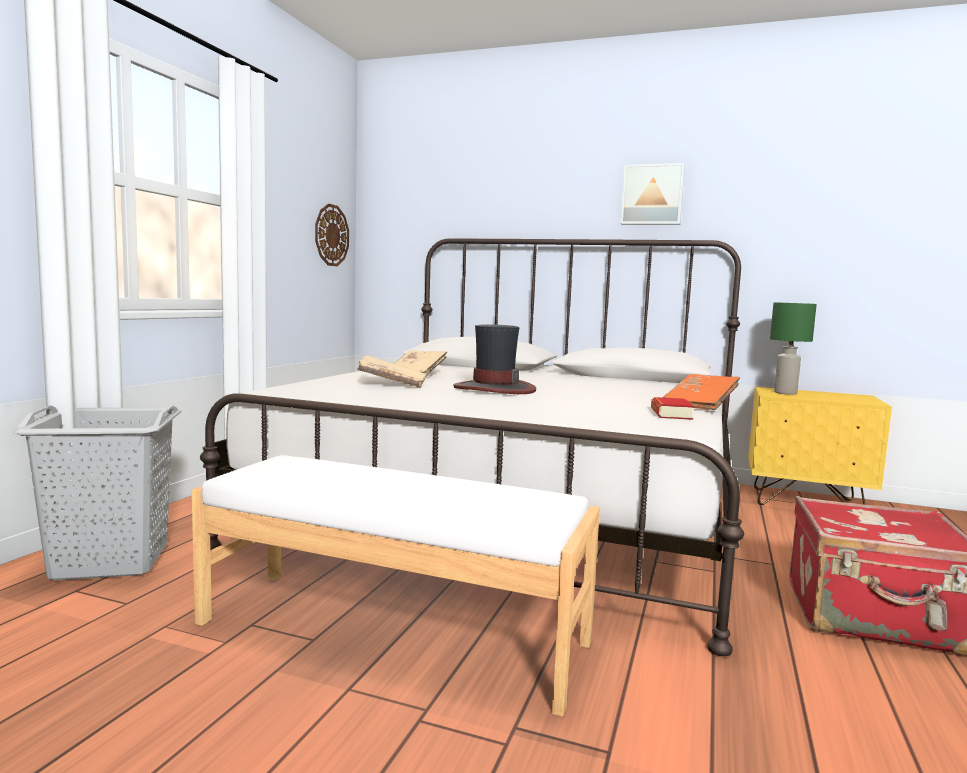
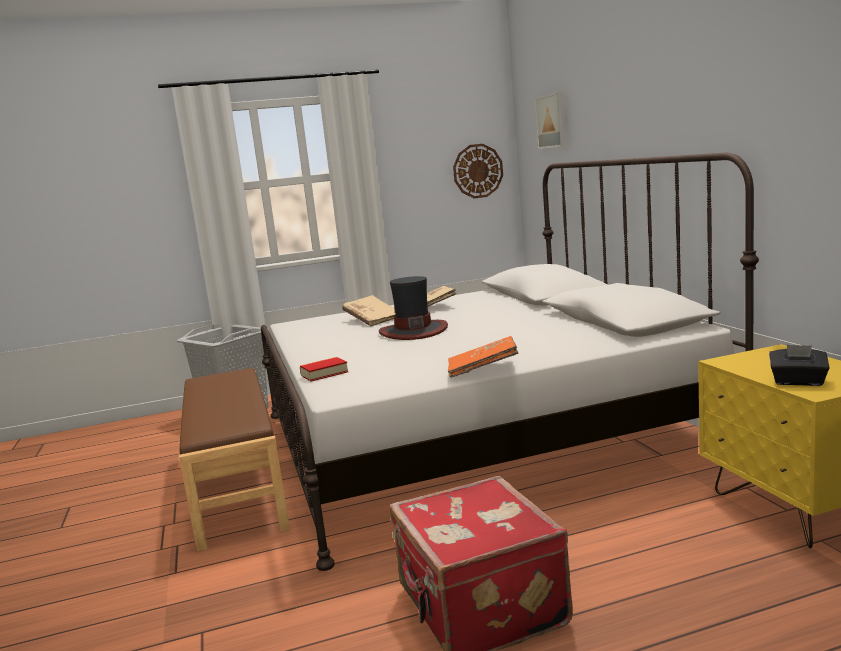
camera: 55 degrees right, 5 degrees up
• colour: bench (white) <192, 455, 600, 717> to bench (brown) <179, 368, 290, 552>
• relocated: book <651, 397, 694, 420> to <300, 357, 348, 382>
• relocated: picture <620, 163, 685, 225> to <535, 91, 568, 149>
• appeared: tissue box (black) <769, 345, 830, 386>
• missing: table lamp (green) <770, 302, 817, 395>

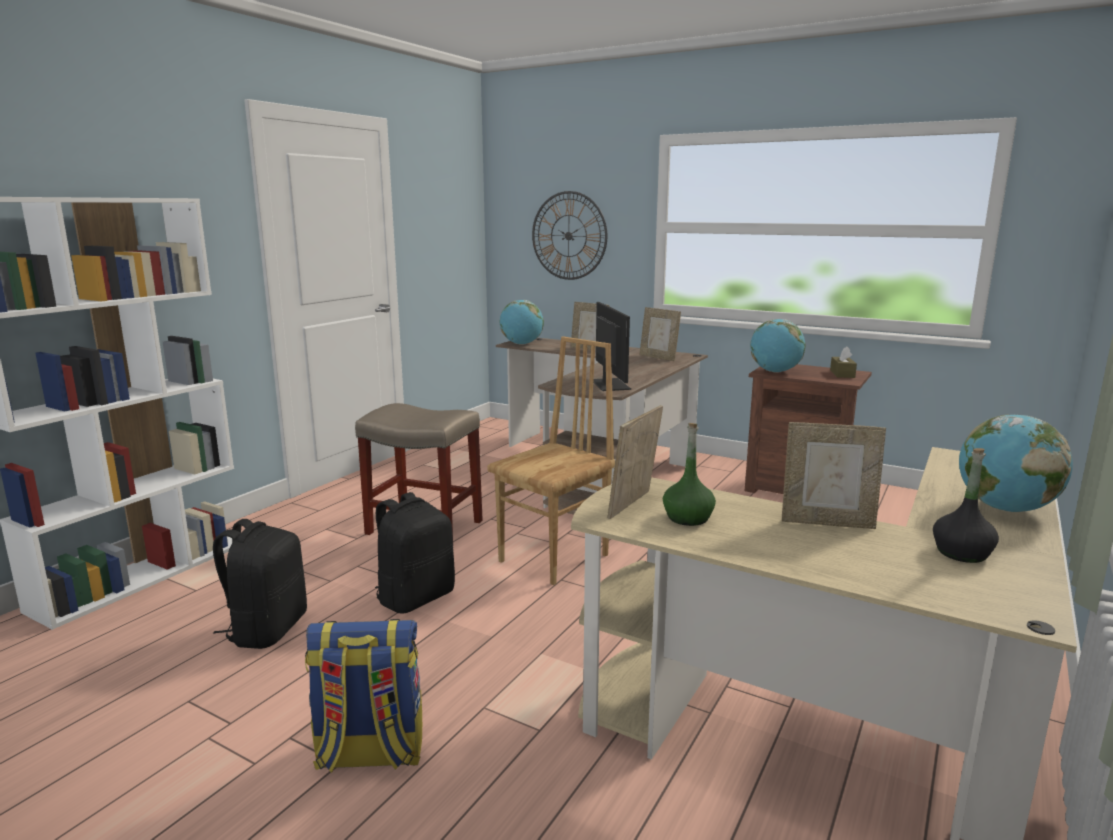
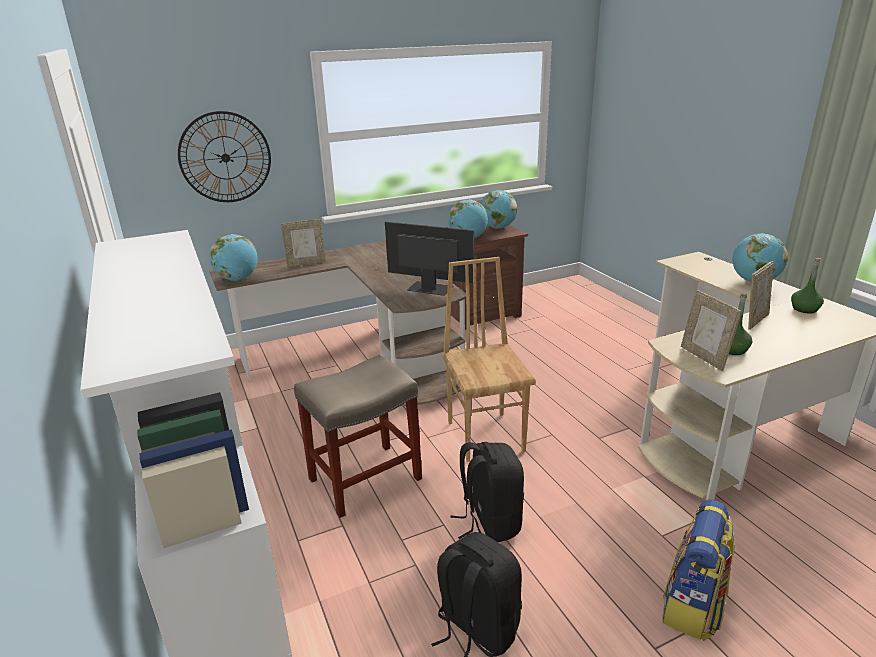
camera: 55 degrees left, 10 degrees up
• exchanged: tissue box (brown) <830, 347, 857, 378> to globe <481, 190, 517, 229>
• colour: bottle (black) <933, 448, 999, 563> to bottle (green) <791, 258, 824, 313>
• missing: picture frame <640, 307, 681, 361>

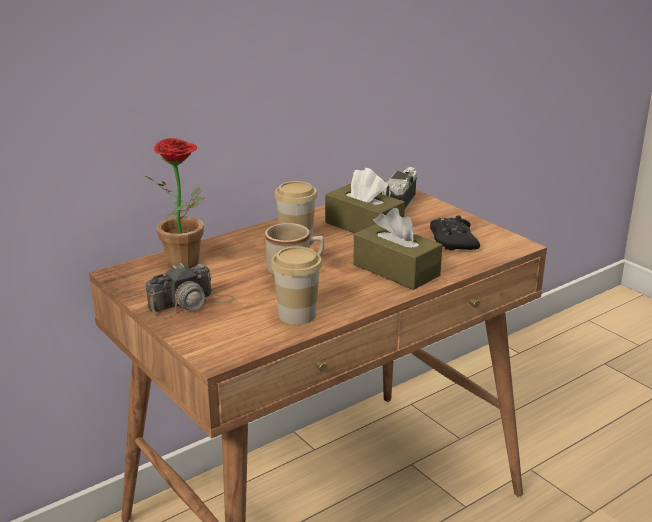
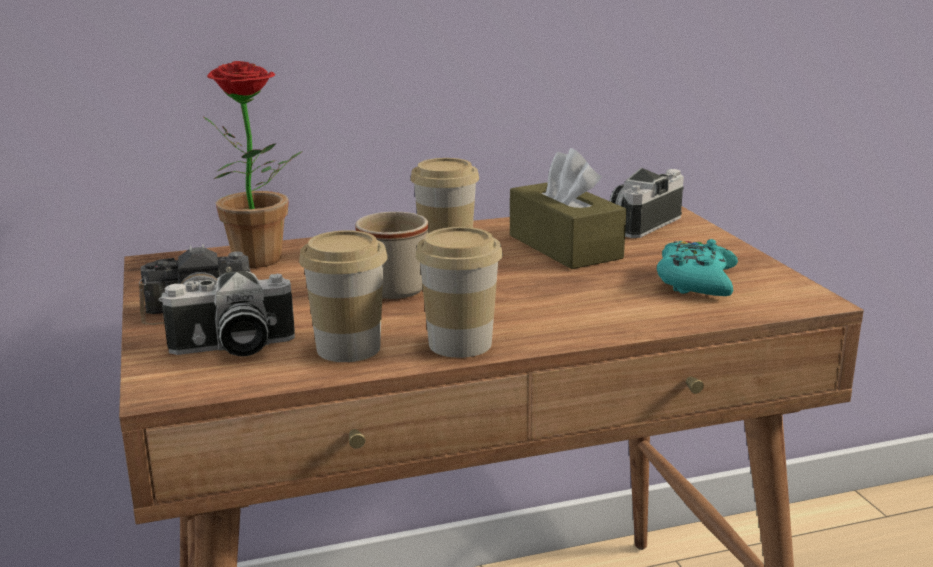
camera: 20 degrees right, 5 degrees down
• appeared: photo camera <159, 270, 295, 356>
• appeared: cup <415, 227, 503, 358>
• colour: game controller (black) <430, 215, 480, 251> to game controller (turquoise) <657, 239, 738, 296>
• missing: tissue box (brown) <353, 208, 442, 290>

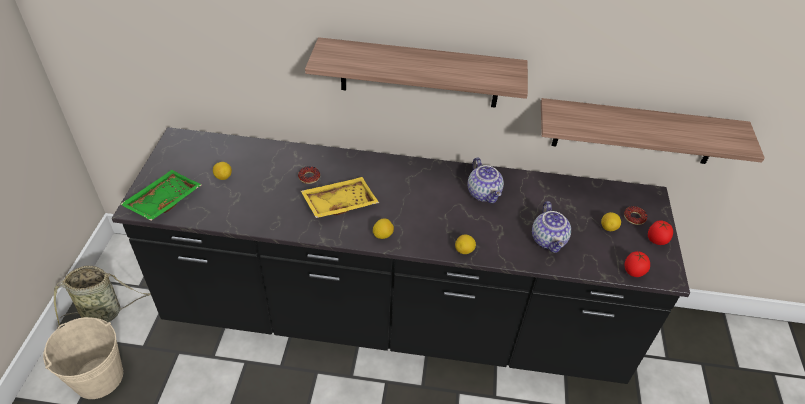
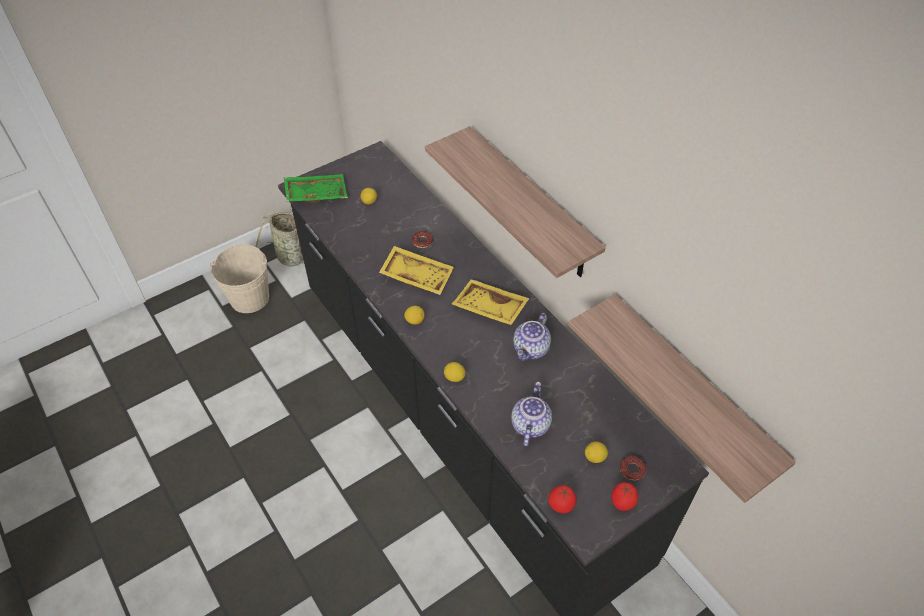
camera: 50 degrees right, 5 degrees up
• appeared: tray (yellow) <452, 279, 530, 325>
• spun: teapot <532, 201, 571, 253> = <511, 382, 552, 446> 150 degrees clockwise

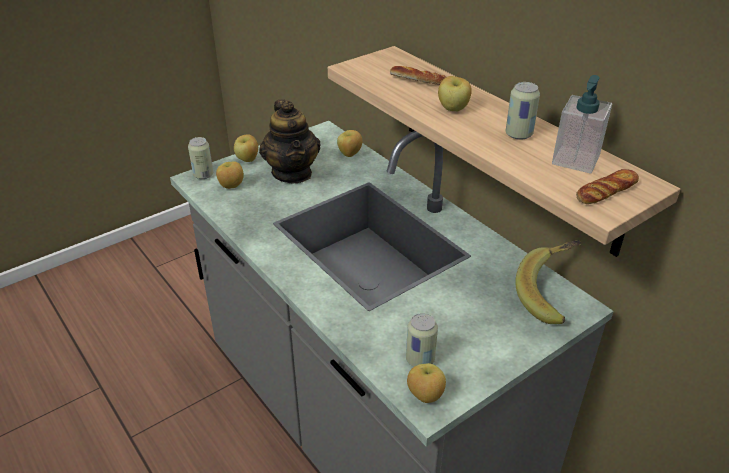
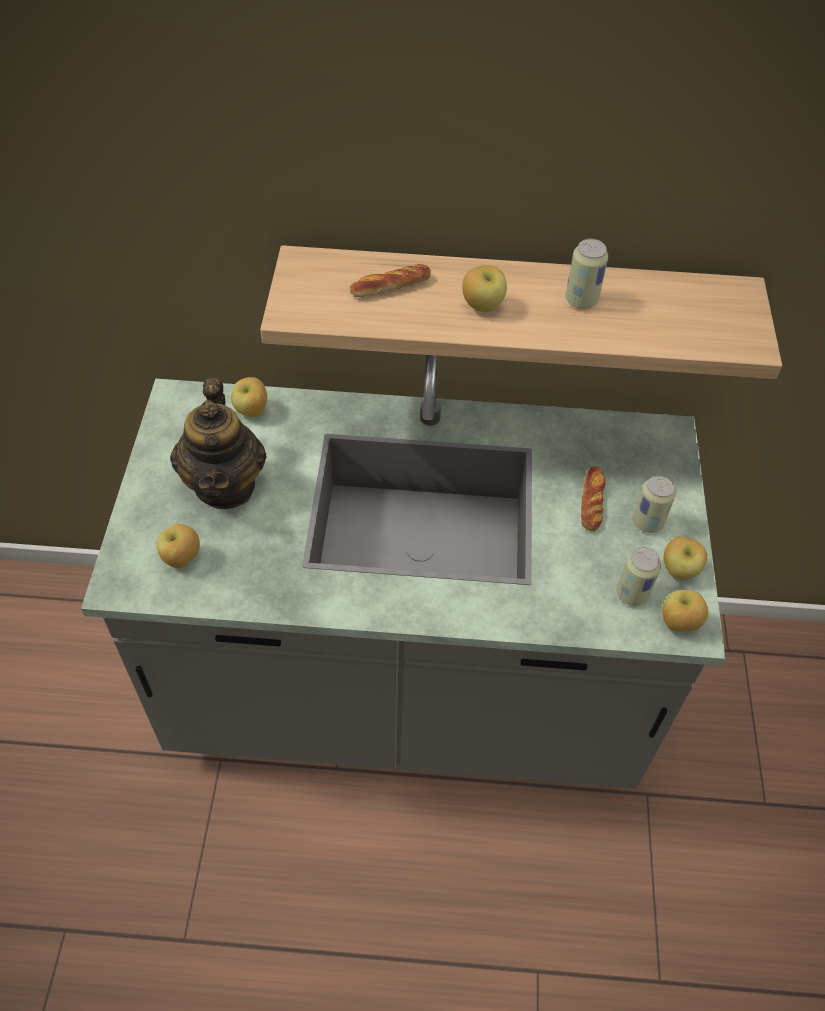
camera: 50 degrees left, 15 degrees up
• spun: teapot <259, 99, 321, 183> = <170, 378, 266, 509> 60 degrees clockwise
• relocated: bread <576, 169, 639, 204> to <581, 467, 606, 531>
• relocated: can <188, 137, 213, 179> to <632, 476, 676, 533>
• relocated: apple <234, 134, 258, 162> to <663, 537, 707, 580>
• missing: banana <515, 240, 581, 324>
• missing: soap dispenser <552, 75, 612, 174>

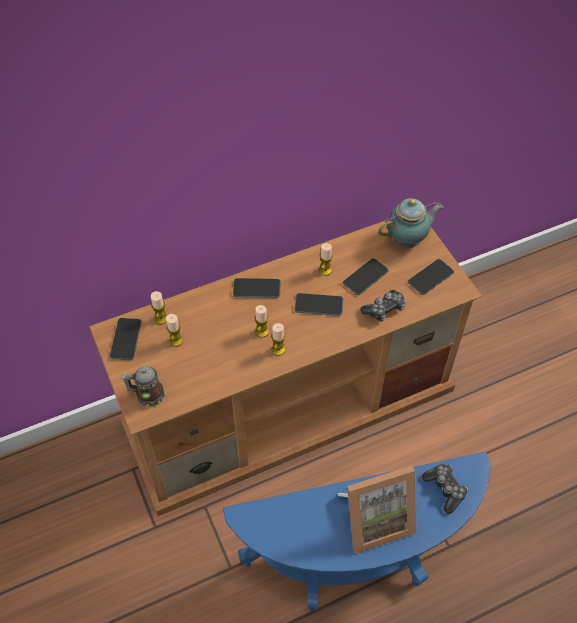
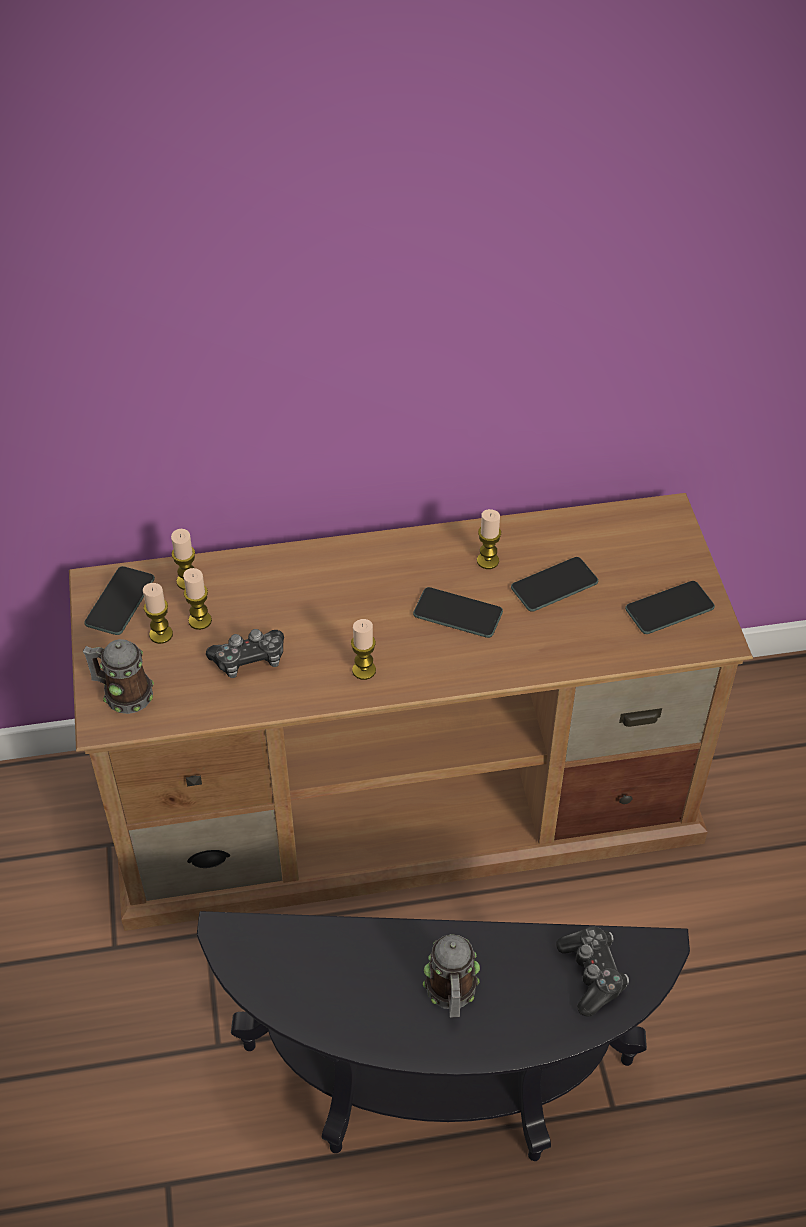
camera: 15 degrees right, 5 degrees down
• relocated: candle <254, 305, 269, 338> to <143, 583, 173, 644>
• colour: side table (blue) <223, 452, 491, 611> to side table (black) <197, 911, 690, 1161>
• relocated: game controller <360, 290, 405, 322> to <206, 629, 284, 678>
• exchanged: picture frame <338, 465, 416, 554> to mug <423, 934, 480, 1018>
• missing: phone <233, 278, 281, 298>
• missing: teapot <378, 198, 444, 248>

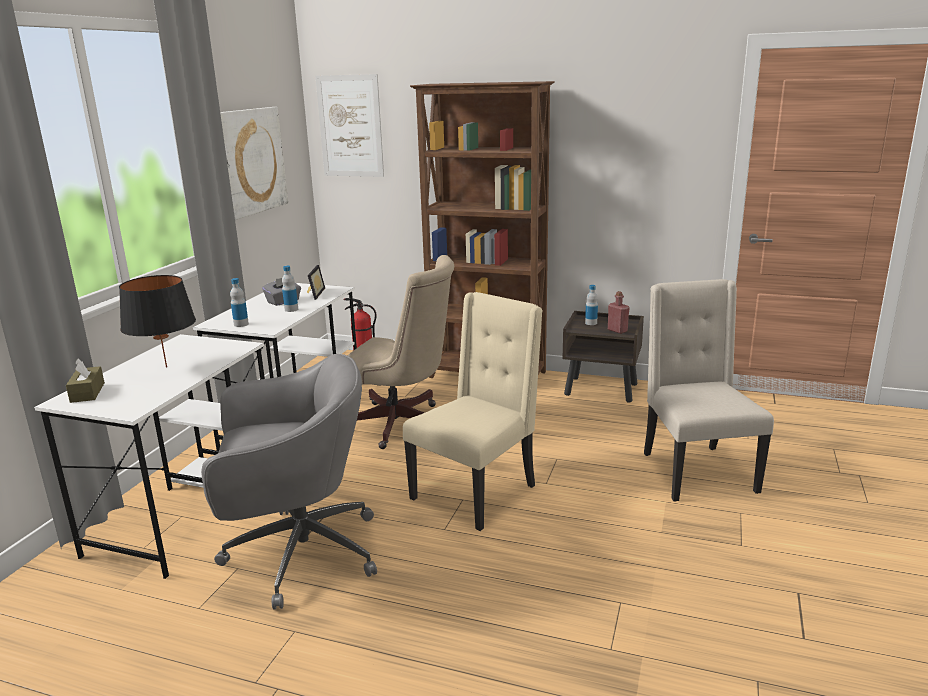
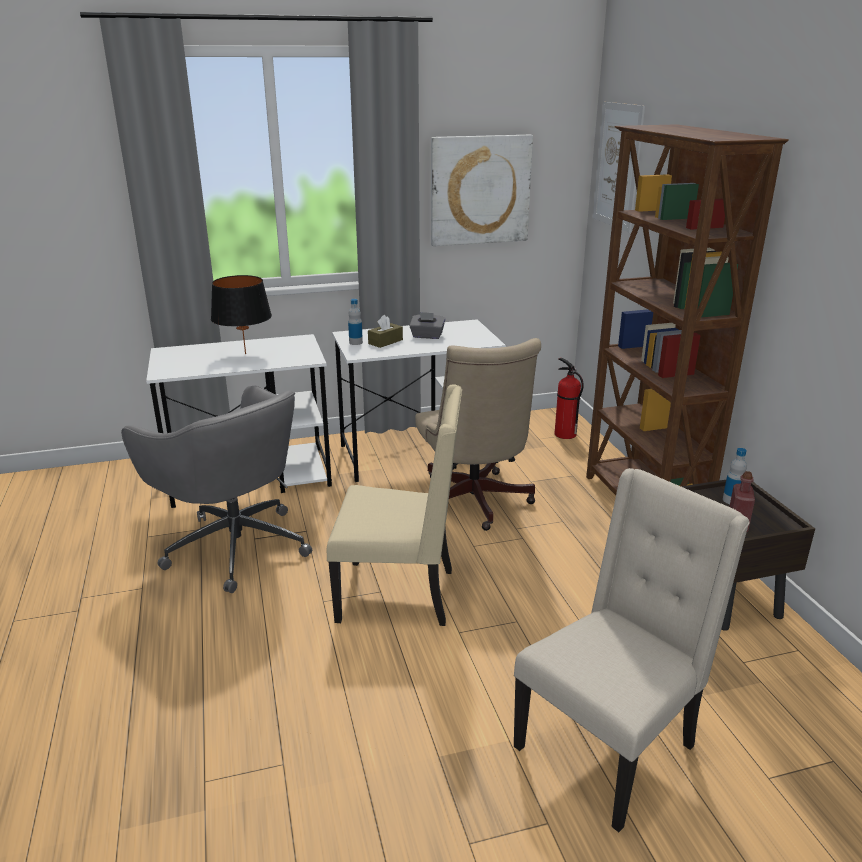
camera: 55 degrees right, 5 degrees up
• relocated: tissue box (brown) <66, 359, 105, 403> to <368, 315, 403, 348>
• missing: bottle <282, 266, 298, 312>
• missing: picture frame <307, 265, 325, 300>

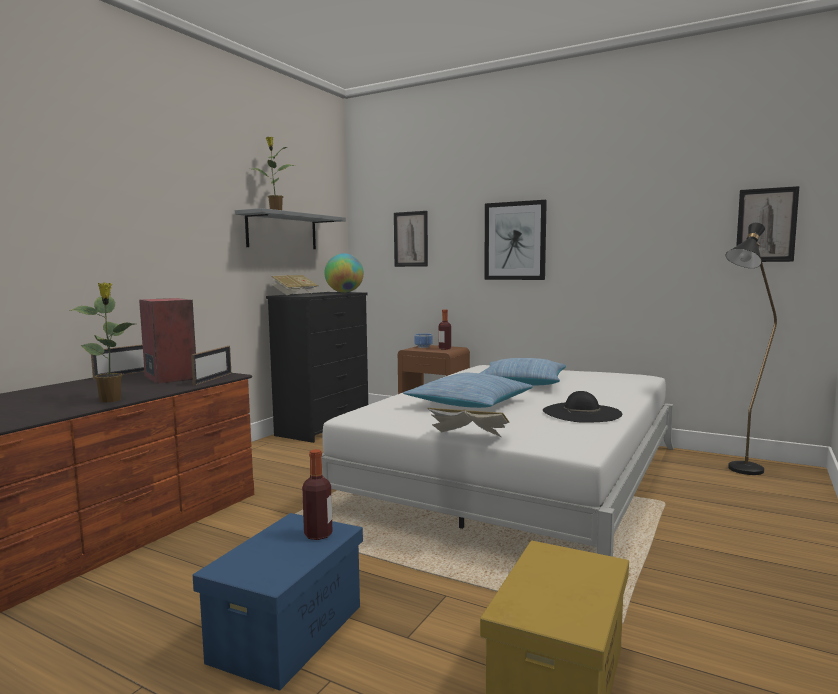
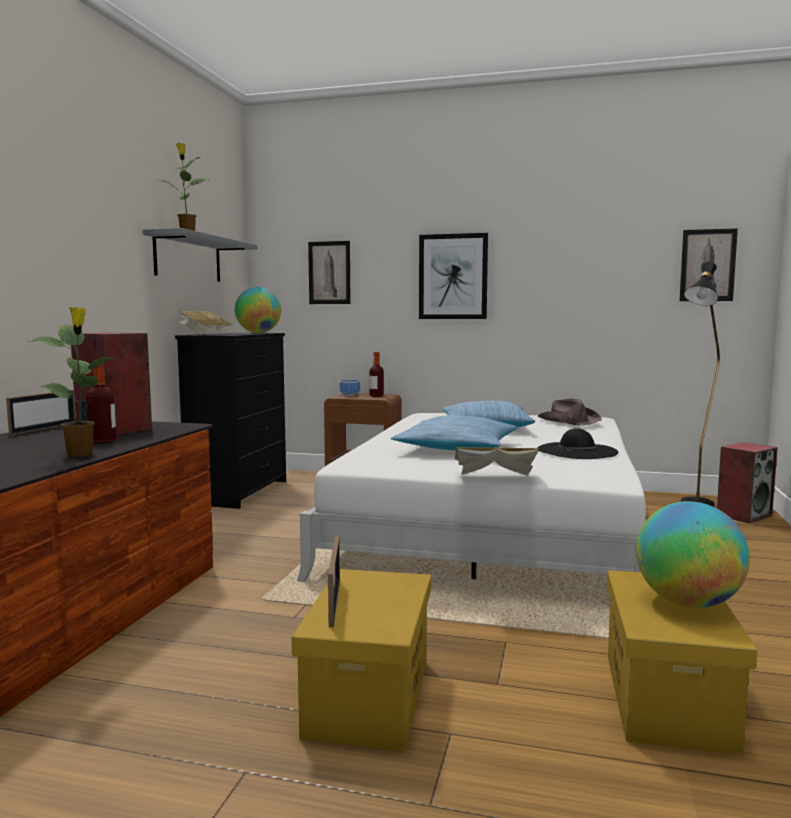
camera: 15 degrees left, 0 degrees up
• relocated: bottle <302, 449, 333, 540> to <86, 363, 116, 443>
• colour: storage box (blue) <193, 513, 363, 691> to storage box (yellow) <291, 569, 431, 751>
• relocated: picture frame <191, 346, 231, 385> to <328, 536, 340, 627>
• appeared: hat (brown) <538, 399, 602, 426>
• appeared: globe <636, 501, 750, 608>
• appeared: speaker <717, 442, 778, 524>

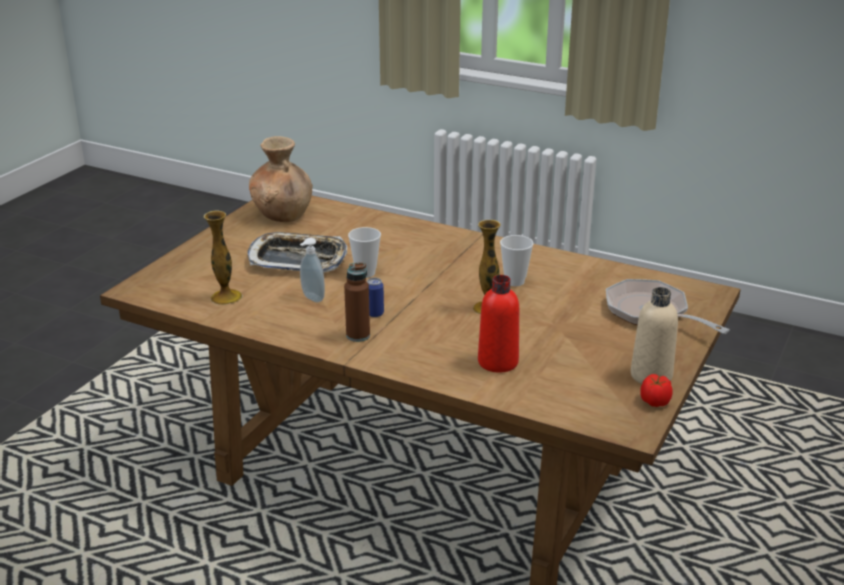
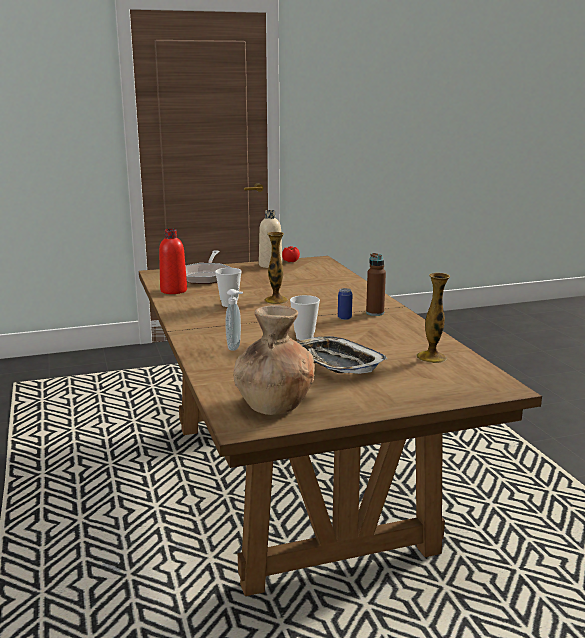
camera: 135 degrees left, 10 degrees down
• relocated: bottle (red) <478, 275, 519, 373> to <159, 229, 187, 294>
• relocated: soap dispenser <300, 238, 325, 302> to <226, 289, 243, 351>

